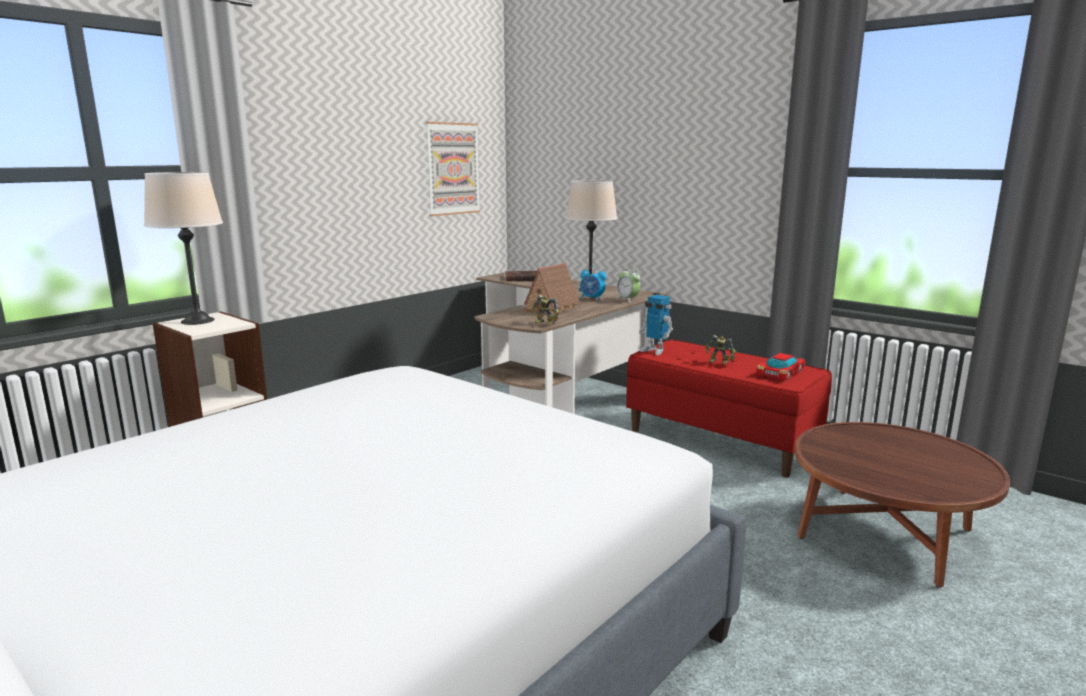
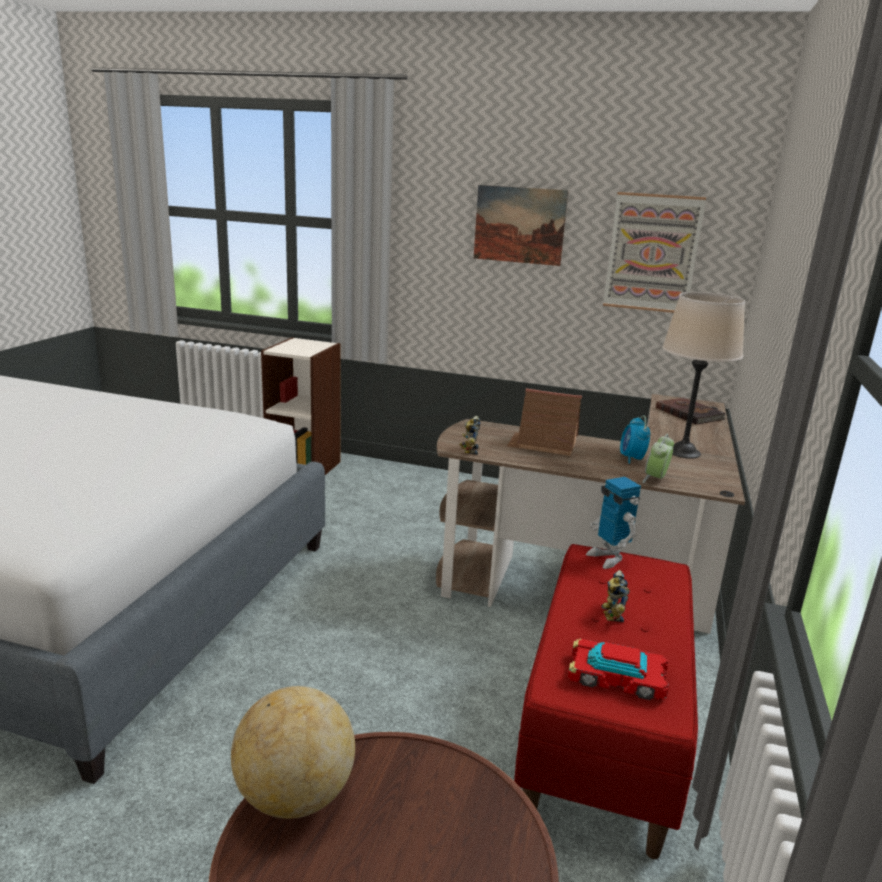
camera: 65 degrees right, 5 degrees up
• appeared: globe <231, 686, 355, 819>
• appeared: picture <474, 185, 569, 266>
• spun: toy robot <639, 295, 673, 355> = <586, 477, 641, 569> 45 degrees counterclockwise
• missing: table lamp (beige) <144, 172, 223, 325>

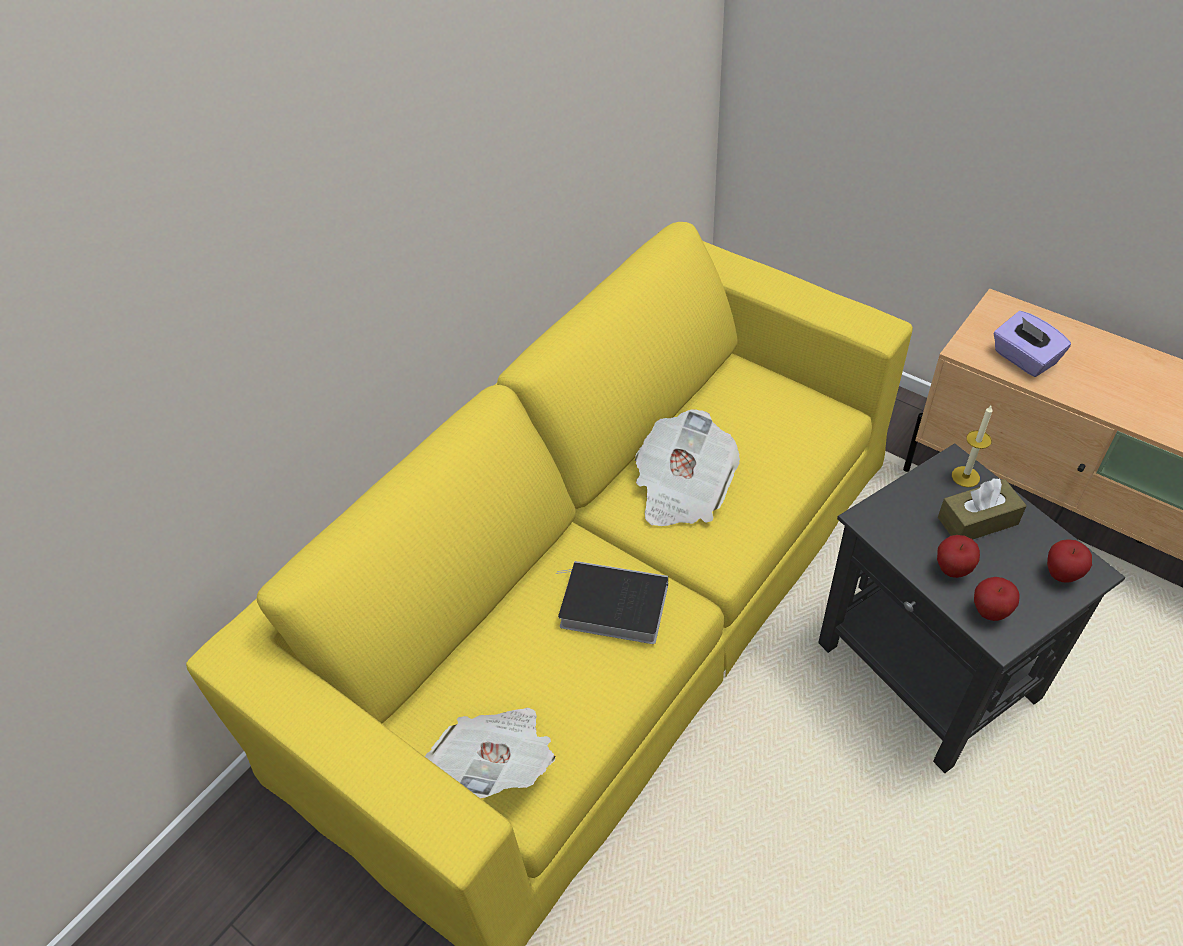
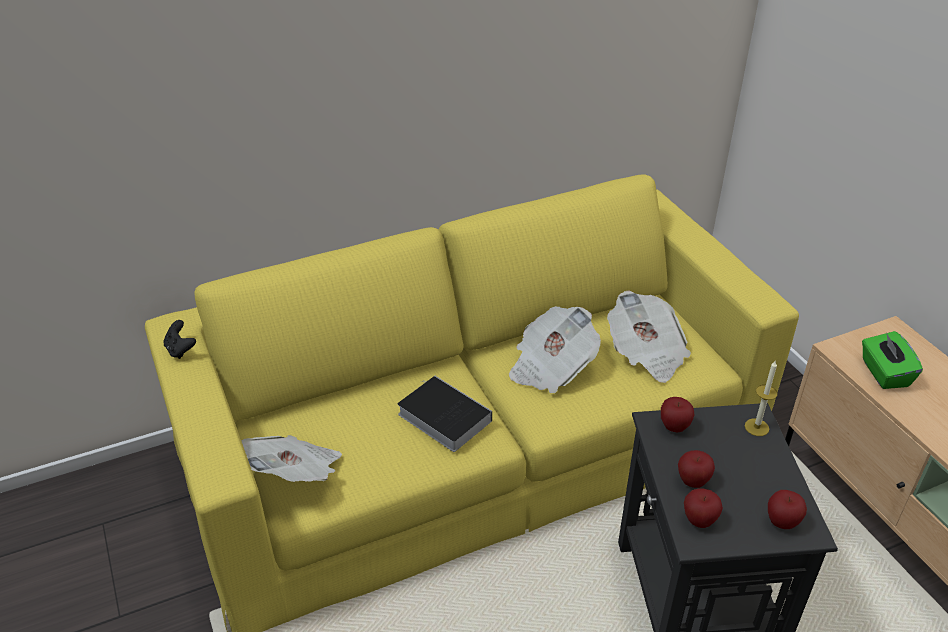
camera: 25 degrees right, 10 degrees down
• appeared: game controller (black) <163, 320, 196, 359>
• appeared: newspaper <607, 291, 691, 383>
• appeared: apple <661, 397, 695, 432>
• colour: tissue box (purple) <994, 311, 1071, 377> to tissue box (green) <862, 331, 923, 389>
• missing: tissue box (brown) <938, 478, 1027, 540>

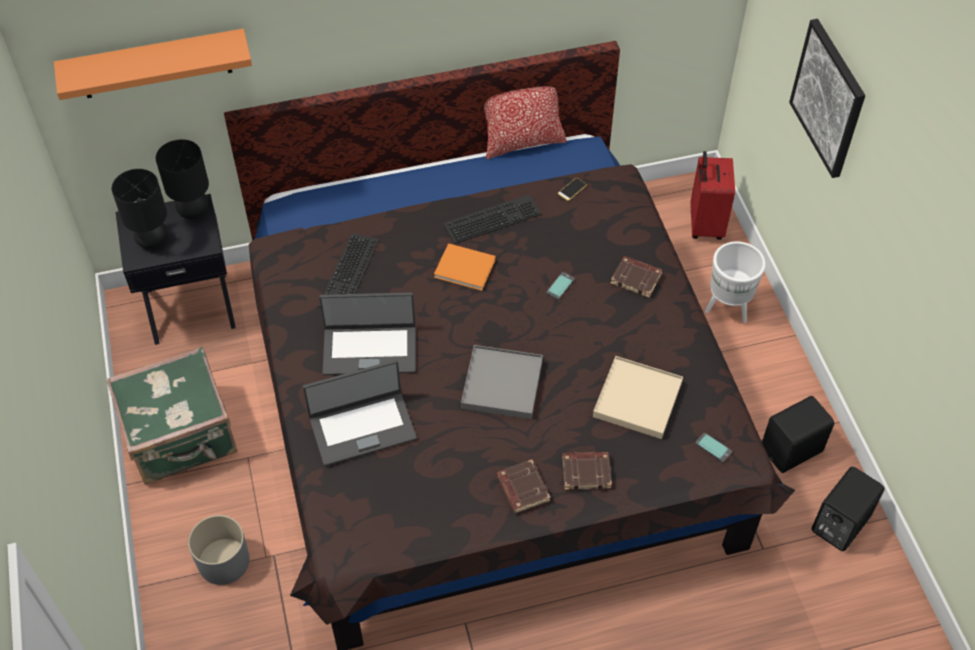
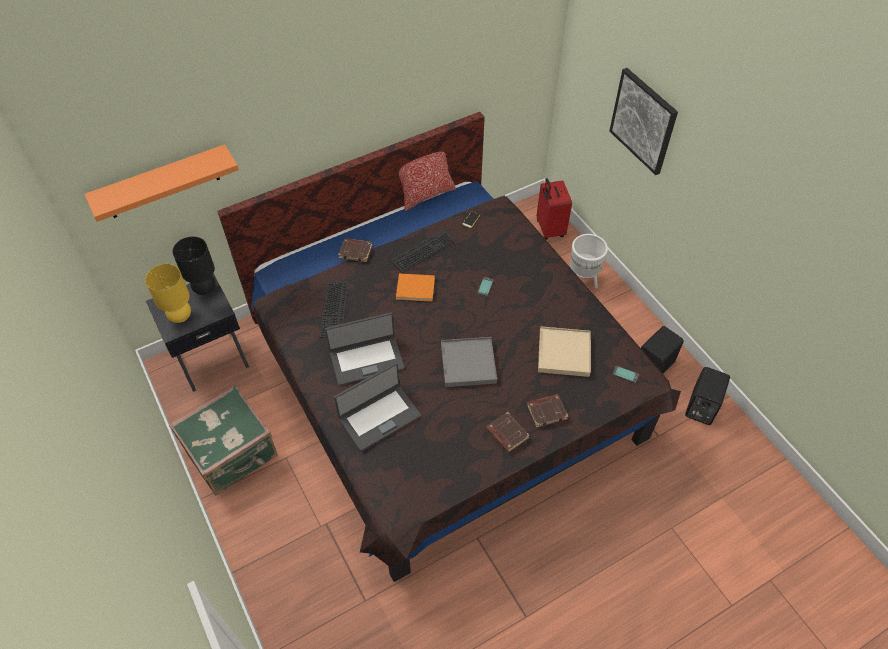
camera: 15 degrees left, 0 degrees up
• colour: table lamp (black) <112, 169, 167, 249> to table lamp (yellow) <145, 264, 191, 323>
• relocated: book (brown) <611, 256, 662, 298> to <338, 238, 372, 262>
• missing: planter (grey) <188, 515, 250, 585>

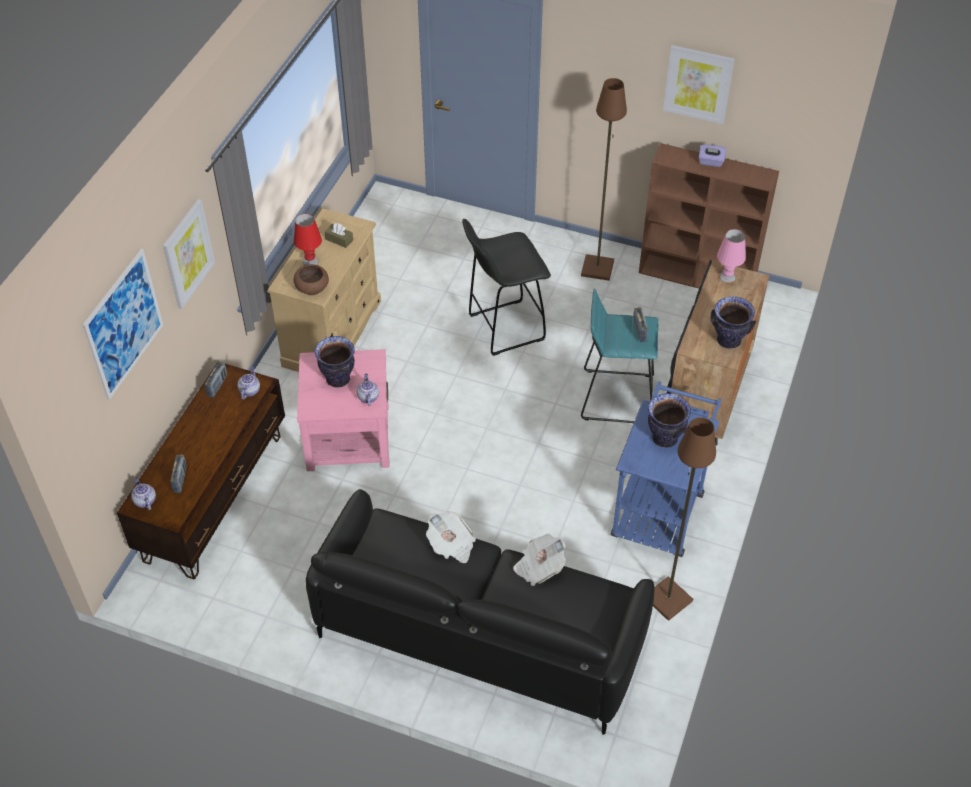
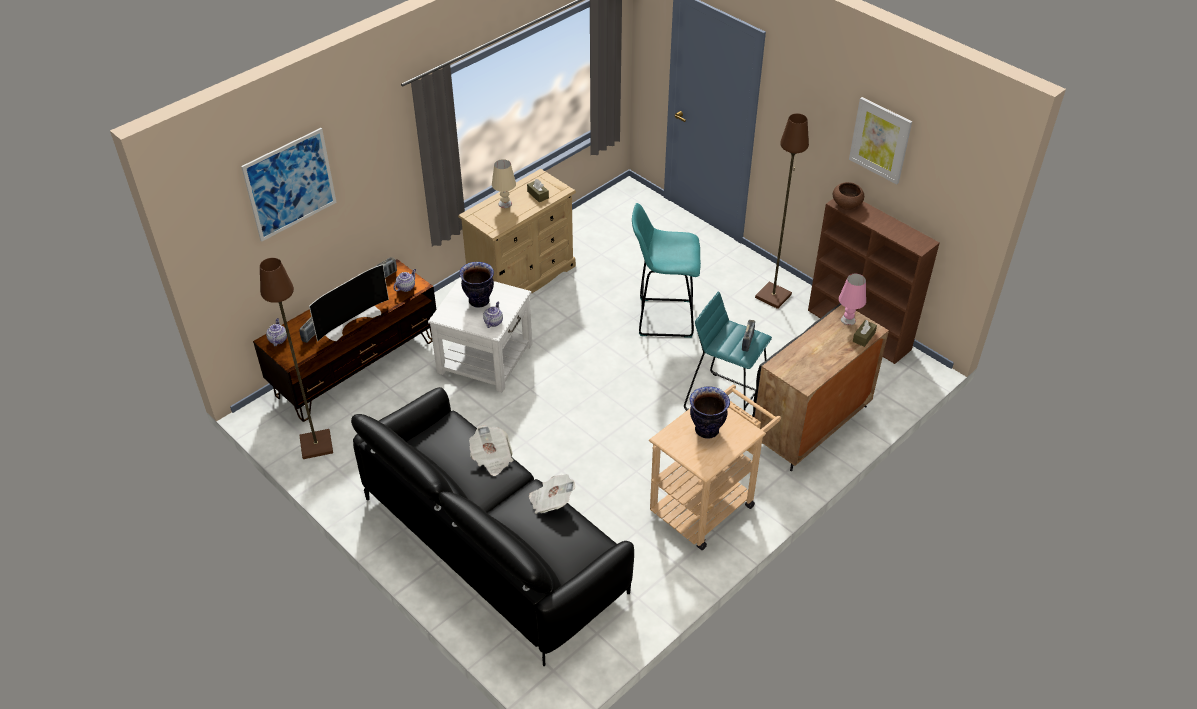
camera: 25 degrees right, 5 degrees down
• relocated: floor lamp (brown) <653, 417, 716, 621> to <260, 258, 333, 459>
• appeared: television <309, 264, 389, 342>
• colour: side table (pink) <297, 349, 390, 471> to side table (white) <428, 278, 532, 392>
• colour: table lamp (red) <294, 214, 322, 265> to table lamp (beige) <492, 159, 516, 208>
• colour: stool (black) <462, 219, 551, 356> to stool (turquoise) <632, 203, 701, 338>
• colour: cart (blue) <611, 381, 721, 557> to cart (beige) <649, 384, 781, 550>
• relocated: bowl (brown) <294, 264, 329, 295> to <833, 182, 864, 210>
• appeared: tissue box (brown) <853, 320, 877, 347>
• missing: picture <163, 199, 215, 309>
• missing: tissue box (purple) <699, 144, 727, 167>
• missing: vase <711, 297, 756, 349>

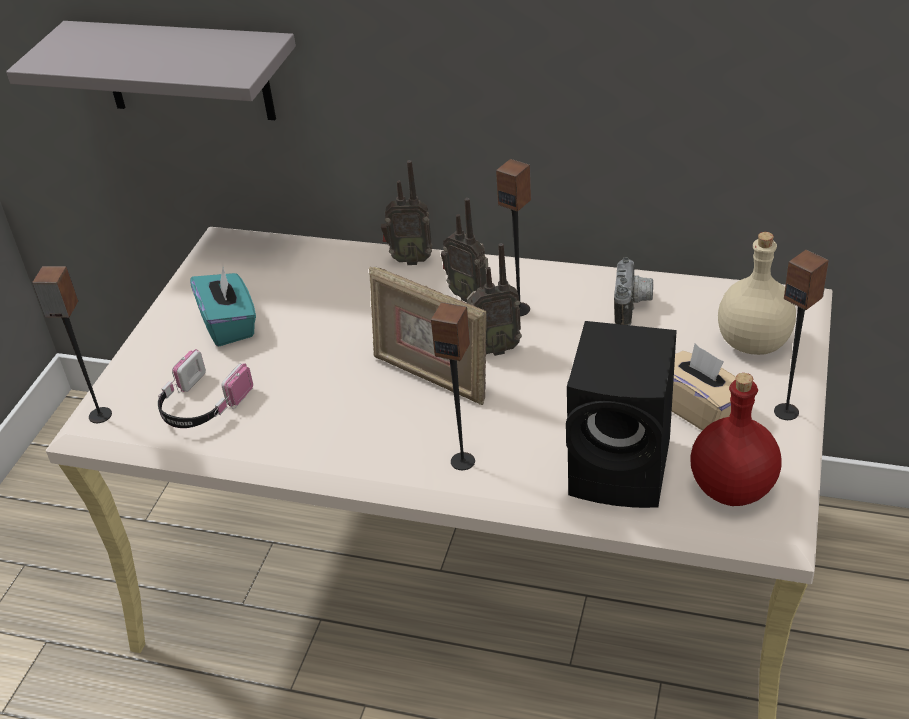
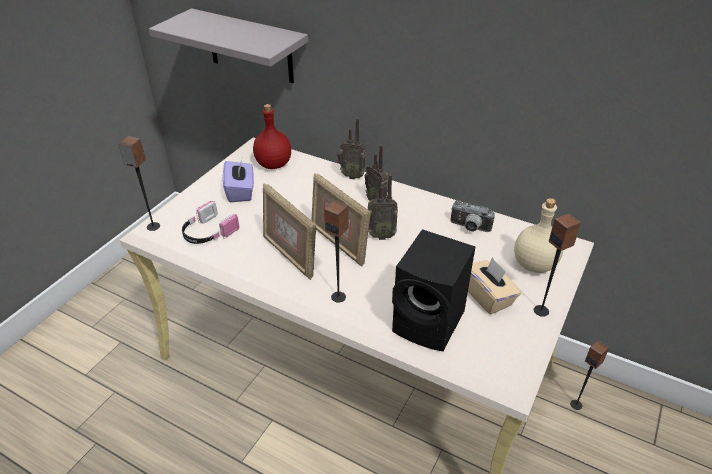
camera: 10 degrees right, 0 degrees up
• colour: tissue box (turquoise) <190, 268, 256, 346> to tissue box (purple) <223, 159, 254, 202>
• relocated: bottle (red) <690, 373, 782, 506> to <253, 104, 291, 169>
• appeared: picture frame <263, 184, 316, 280>
• spun: photo camera <614, 257, 653, 325> = <450, 200, 495, 232> 90 degrees clockwise
• relocated: speaker <496, 159, 531, 316> to <570, 341, 609, 410>

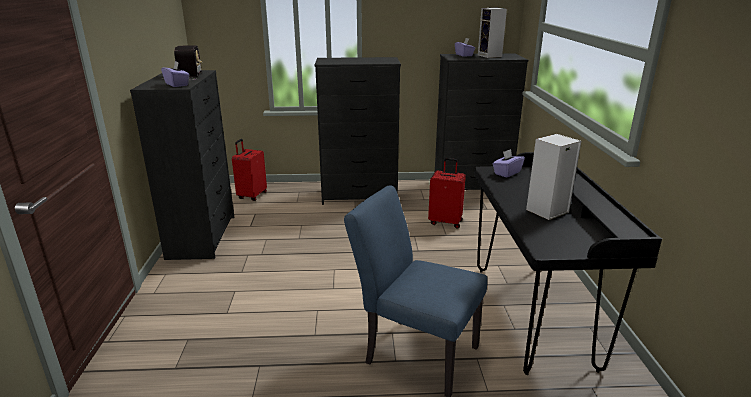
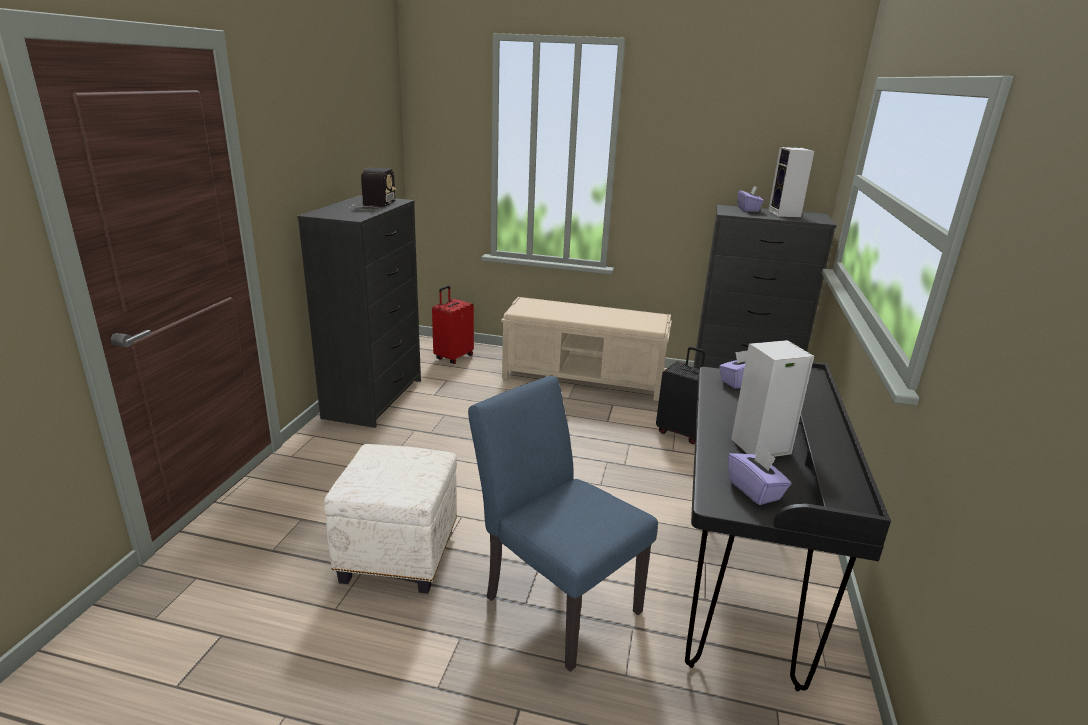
camera: 15 degrees right, 0 degrees up
• appeared: ottoman (white) <324, 444, 457, 594>
• exchanged: dresser (black) <315, 57, 401, 205> to bench (beige) <501, 297, 672, 401>
• colour: suitcase (red) <428, 158, 466, 229> to suitcase (black) <656, 347, 705, 444>
• relocated: tissue box (purple) <161, 61, 189, 87> to <728, 446, 791, 505>

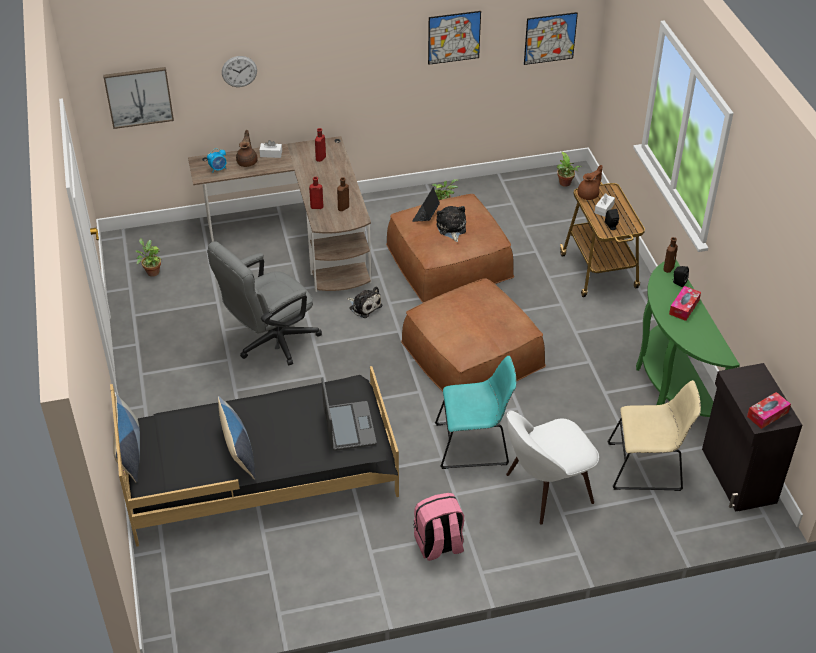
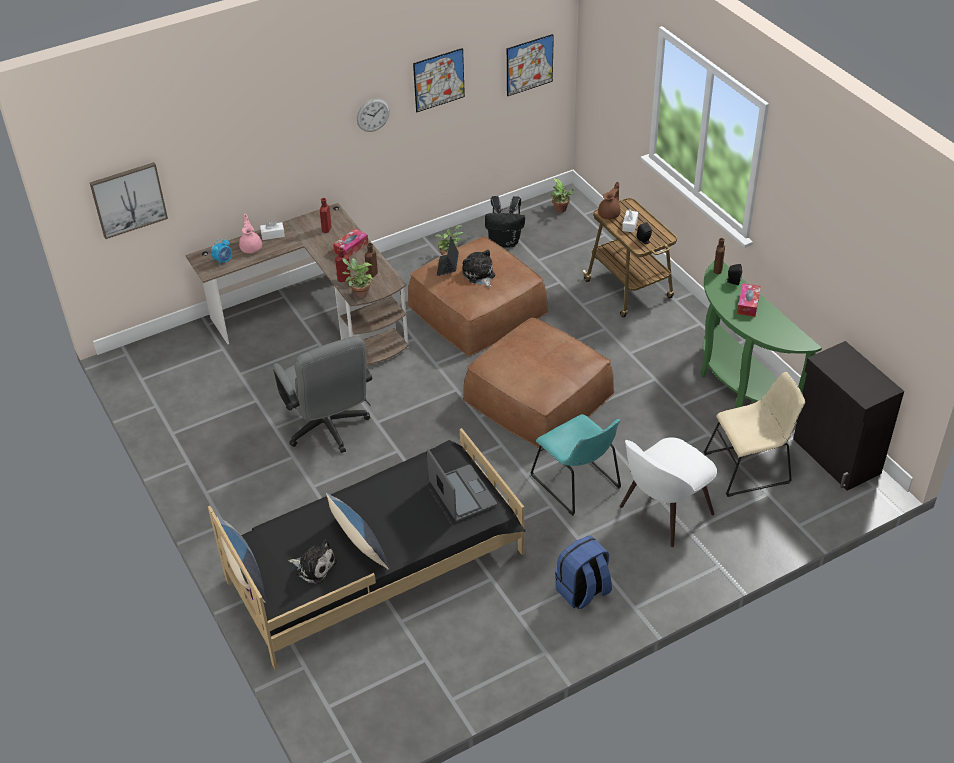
camera: 15 degrees left, 0 degrees up
• colour: teapot (brown) <236, 130, 258, 167> to teapot (pink) <239, 214, 262, 253>
• spun: office chair (grey) <207, 241, 322, 365> = <273, 336, 372, 453> 60 degrees counterclockwise
• relocated: plush toy <347, 286, 382, 318> to <288, 540, 337, 584>
• relocated: tissue box <747, 392, 791, 429> to <333, 229, 368, 257>
• relocated: potted plant <136, 238, 162, 277> to <343, 258, 373, 299>
• relocated: wall clock <222, 56, 257, 87> to <357, 99, 390, 132>
• appeared: backpack (black) <485, 196, 525, 247>
• spun: chair (turquoise) <435, 356, 516, 469> = <530, 414, 621, 516> 75 degrees clockwise
• colour: backpack (pink) <413, 493, 464, 561> to backpack (blue) <555, 536, 612, 609>

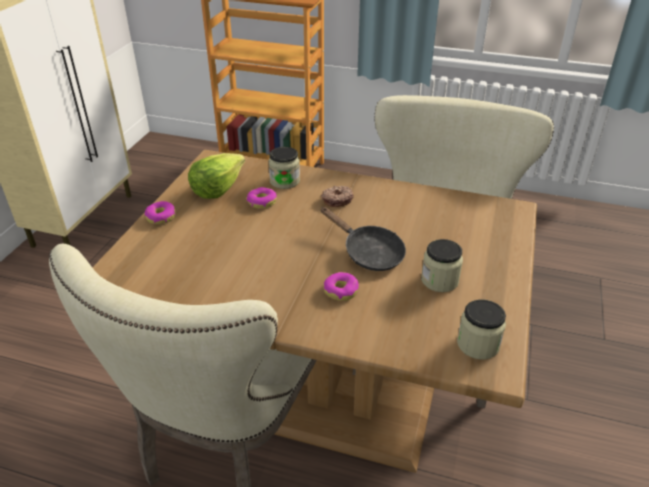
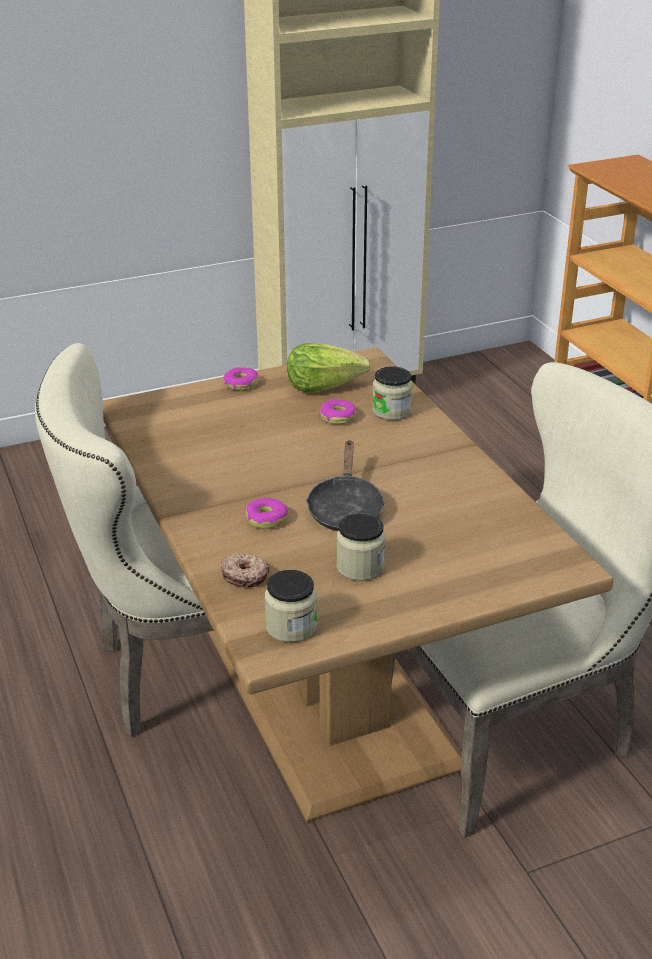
camera: 50 degrees right, 5 degrees down
• relocated: donut <321, 186, 354, 207> to <221, 553, 269, 588>

